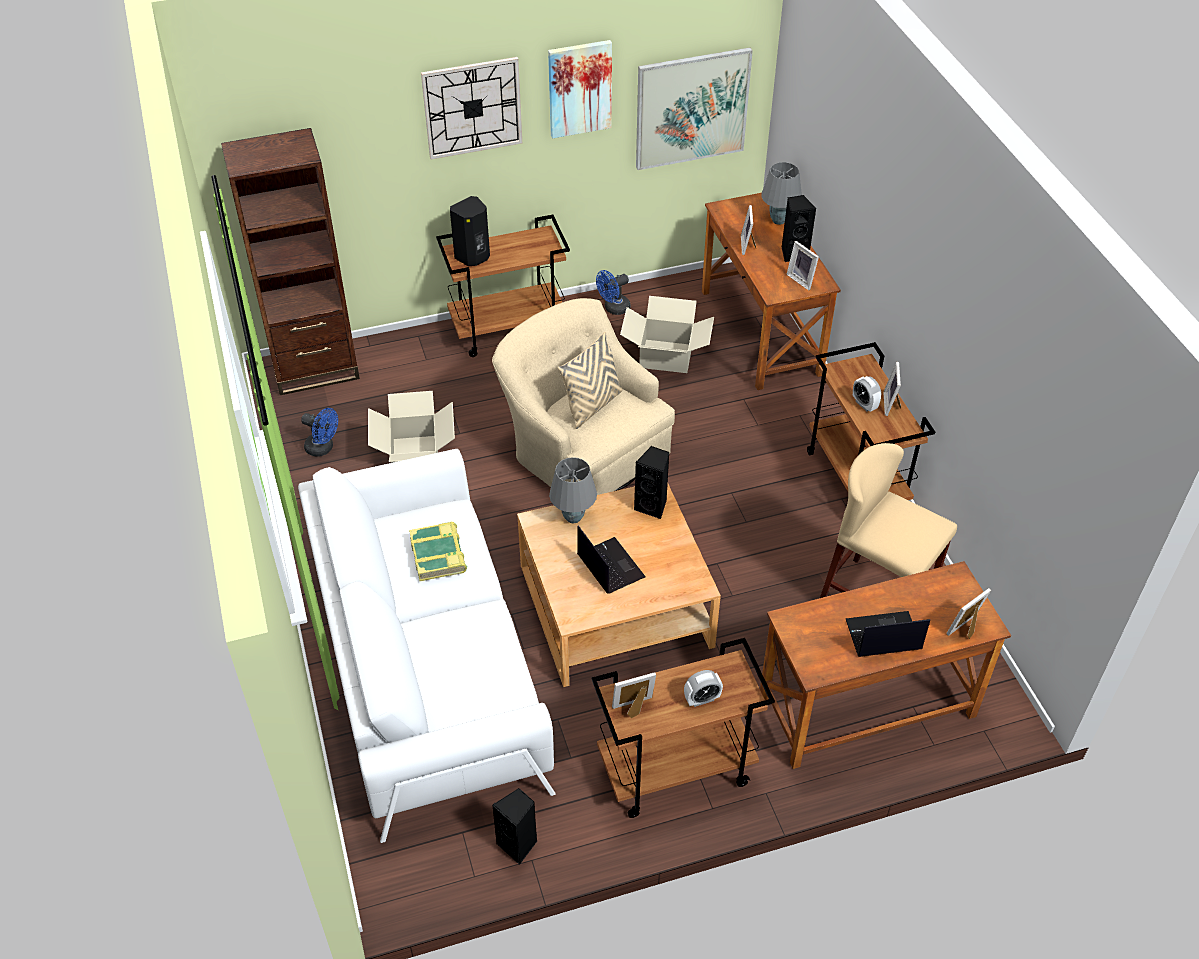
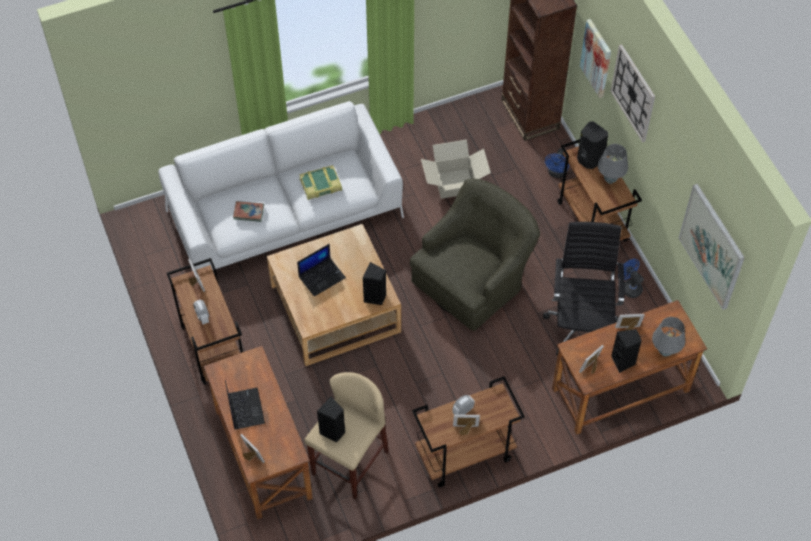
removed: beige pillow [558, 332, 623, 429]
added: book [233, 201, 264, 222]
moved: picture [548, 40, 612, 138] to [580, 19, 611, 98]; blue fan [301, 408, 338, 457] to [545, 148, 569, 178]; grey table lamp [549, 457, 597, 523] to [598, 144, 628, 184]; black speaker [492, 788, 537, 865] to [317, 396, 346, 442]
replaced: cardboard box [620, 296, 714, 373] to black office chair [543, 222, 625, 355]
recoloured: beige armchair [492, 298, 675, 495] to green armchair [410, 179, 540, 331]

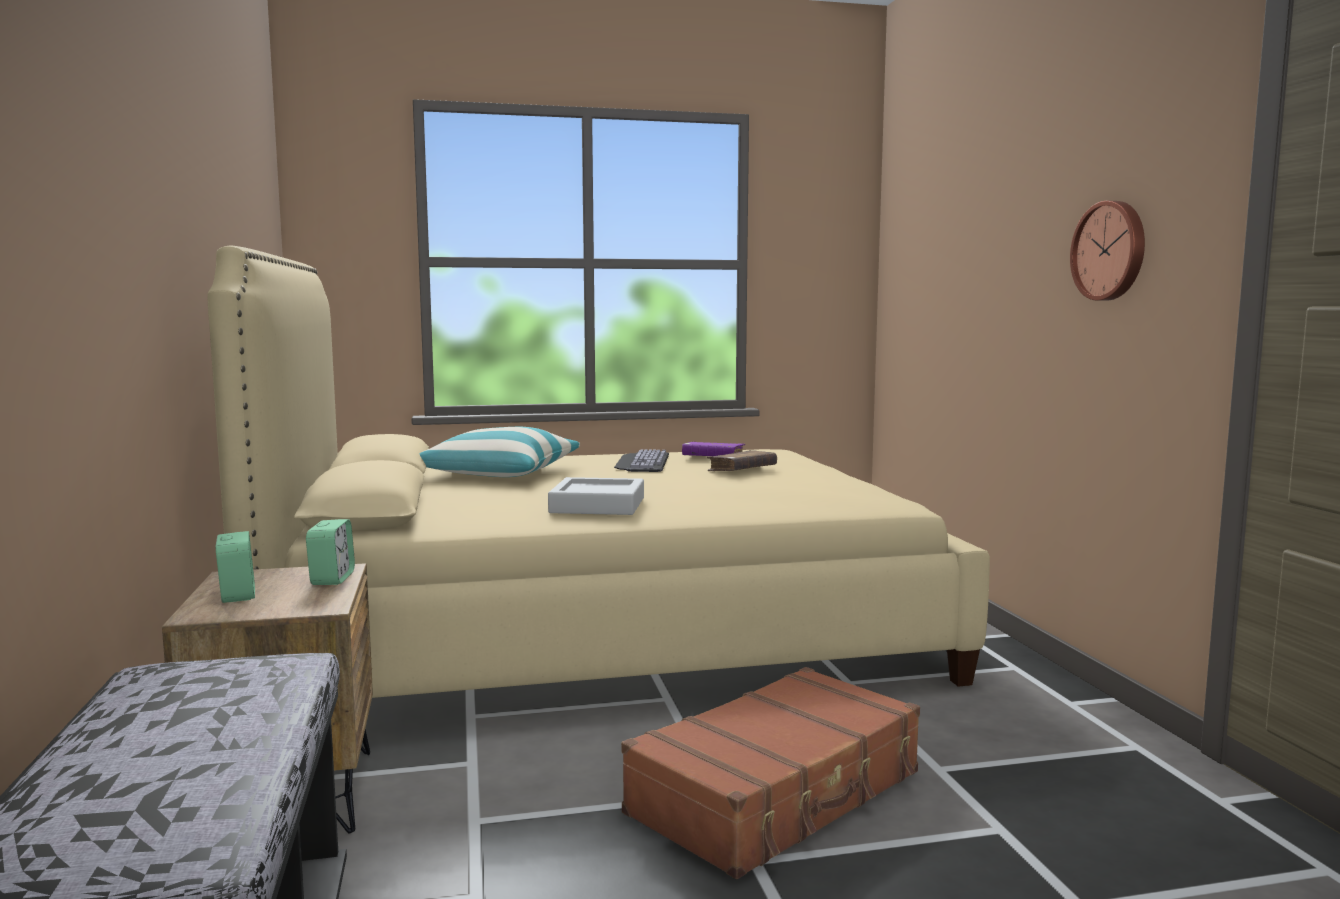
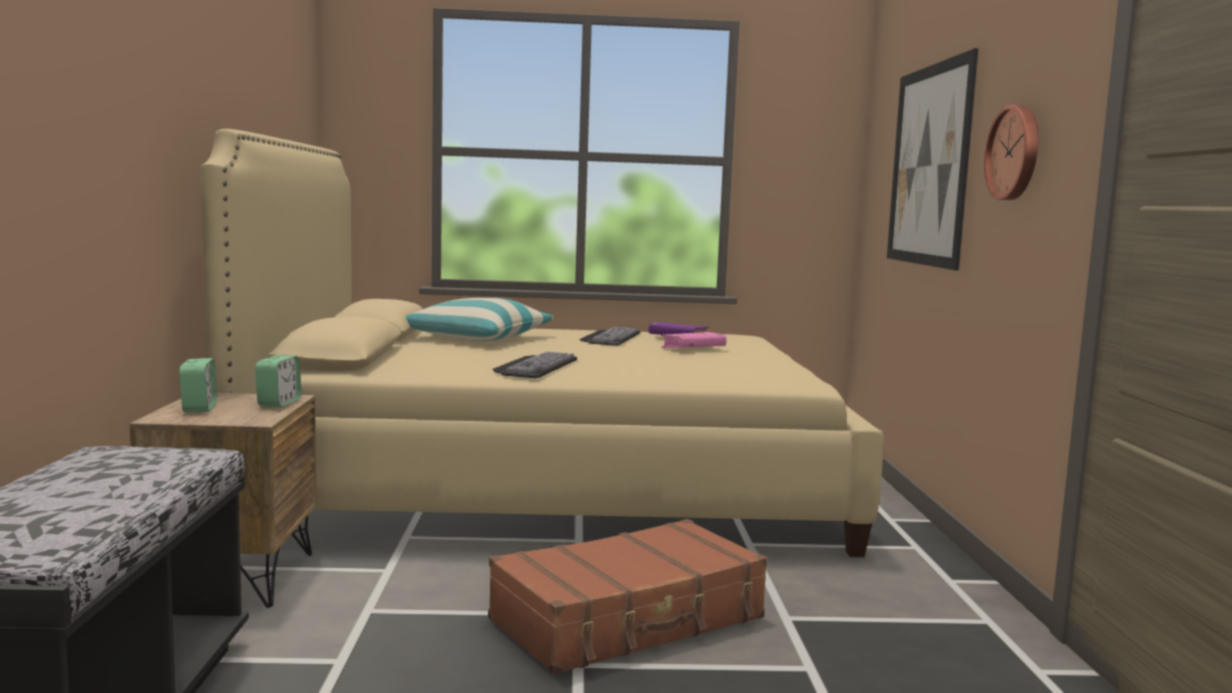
added: picture [887, 48, 978, 271]
replaced: grey tray [548, 477, 644, 515] to keyboard [493, 352, 577, 378]
recoloured: brown book [707, 450, 777, 471] to pink book [661, 332, 727, 348]

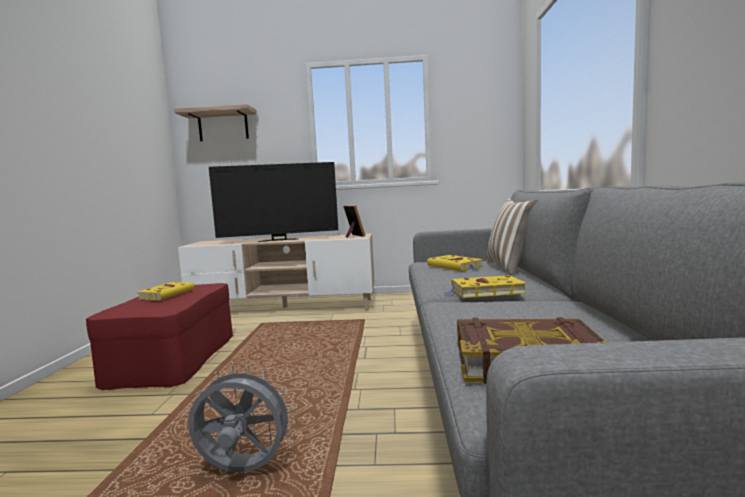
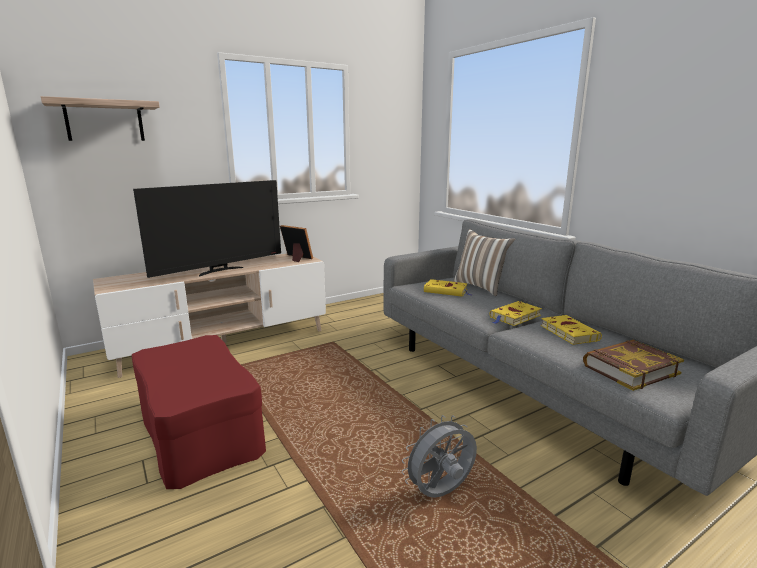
moved: yellow book [138, 282, 195, 300] to [540, 315, 602, 345]

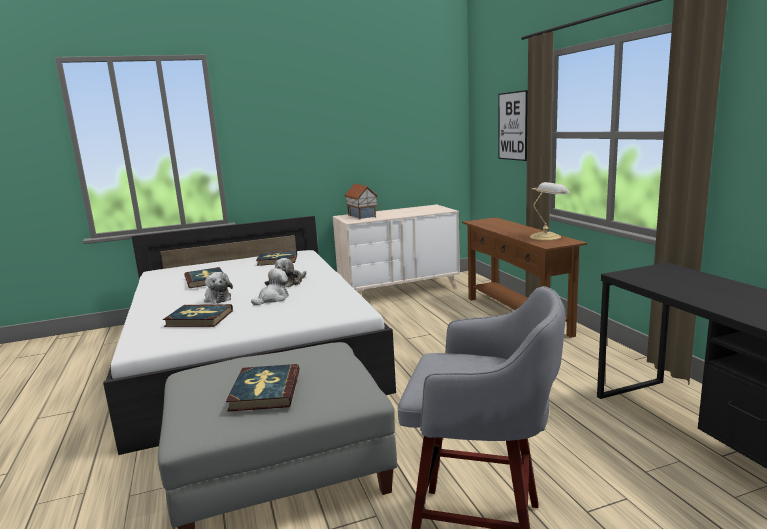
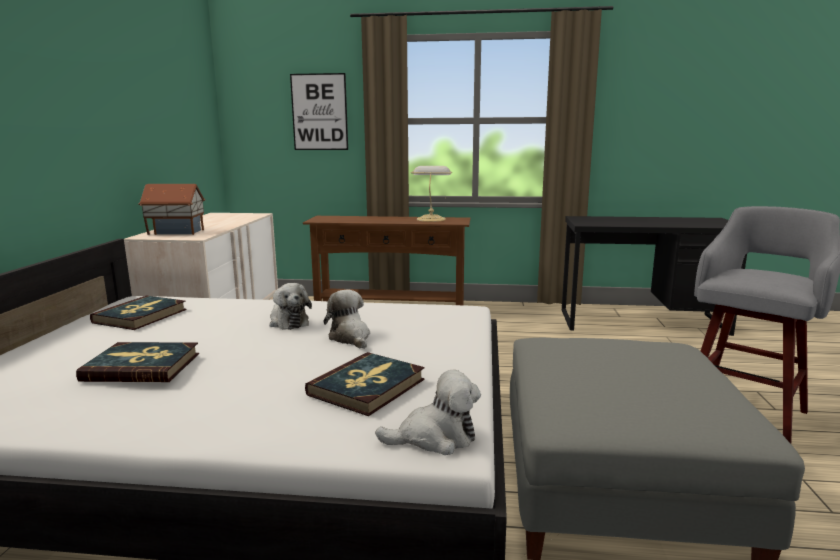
removed: book [226, 364, 300, 412]
moved: plush toy [204, 272, 233, 304] to [375, 370, 481, 455]

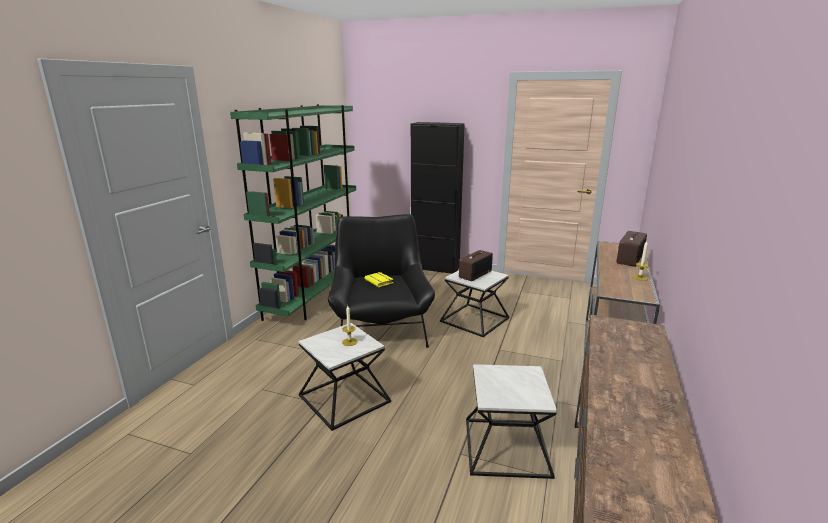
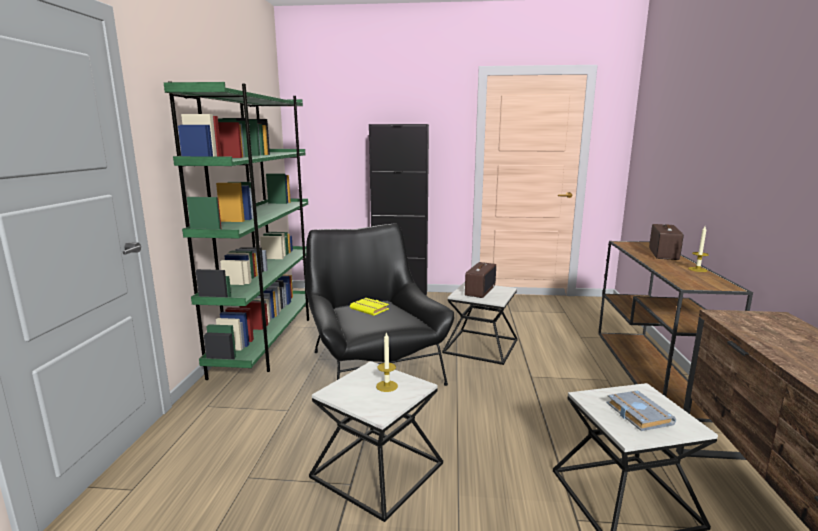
added: grey book [607, 390, 676, 431]

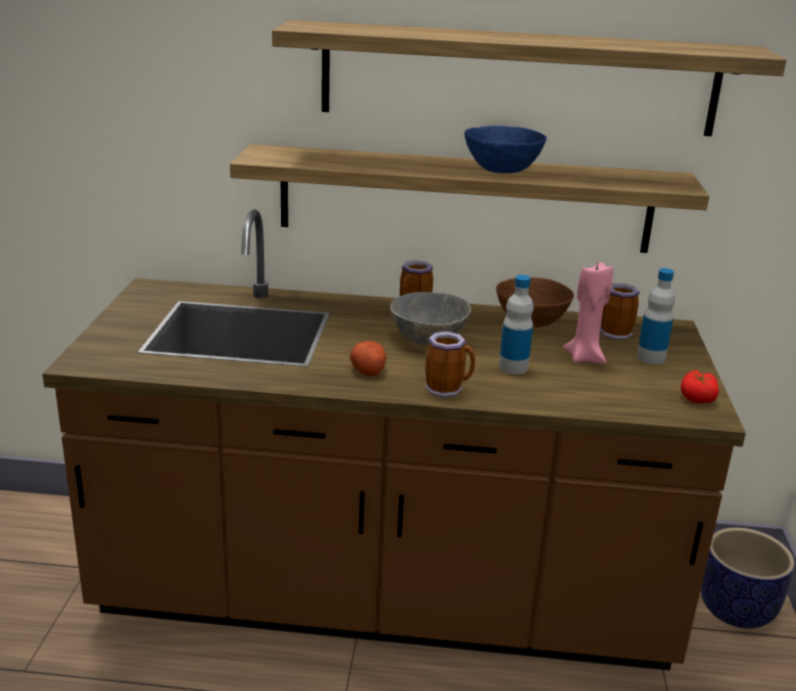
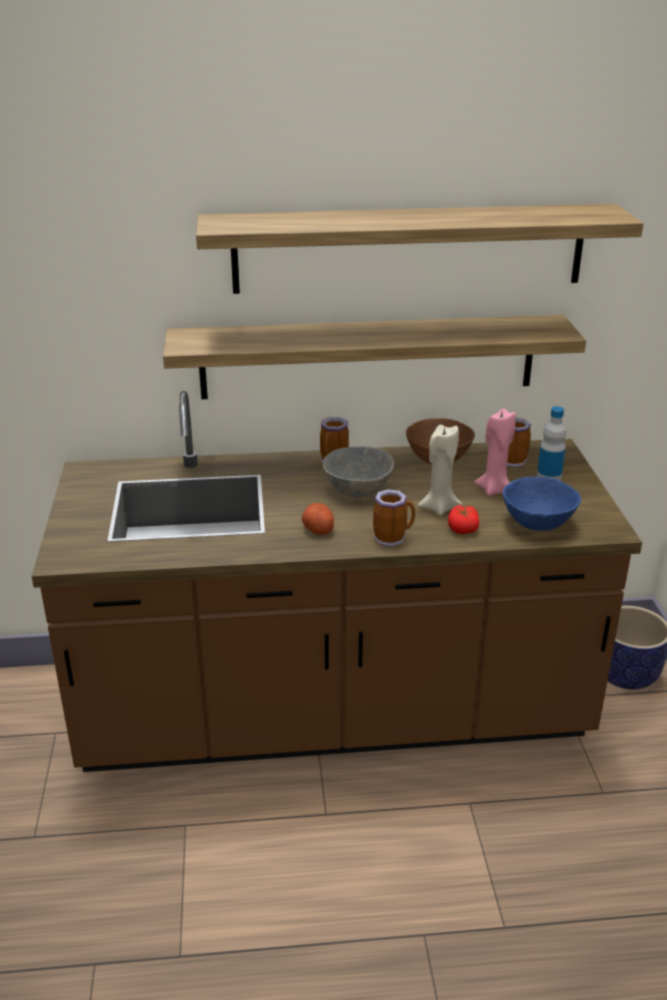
moved: blue bowl [464, 126, 547, 173] to [503, 477, 581, 531]; tomato [681, 370, 719, 404] to [448, 505, 479, 534]
replaced: bottle [499, 275, 534, 374] to beige candle [418, 425, 463, 516]

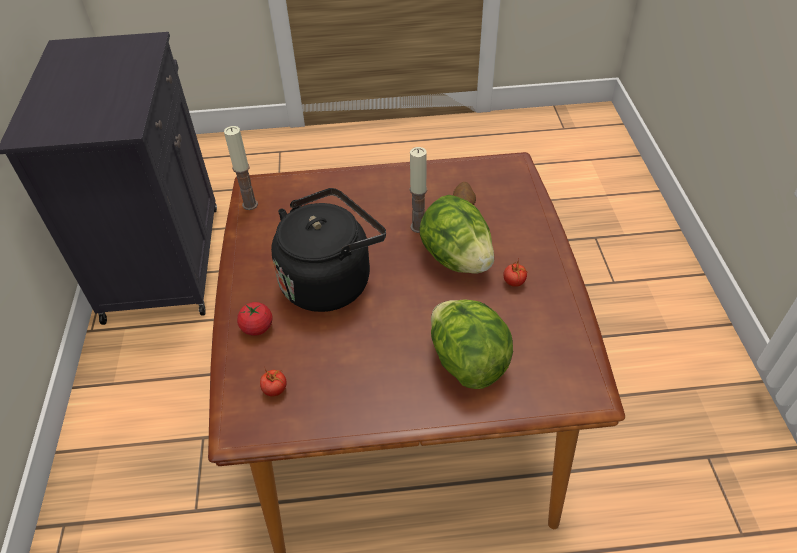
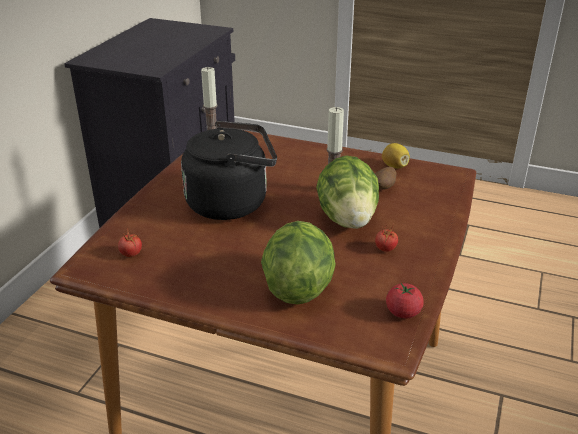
added: lemon [382, 143, 410, 168]
moved: tomato [237, 302, 273, 336] to [386, 282, 424, 318]

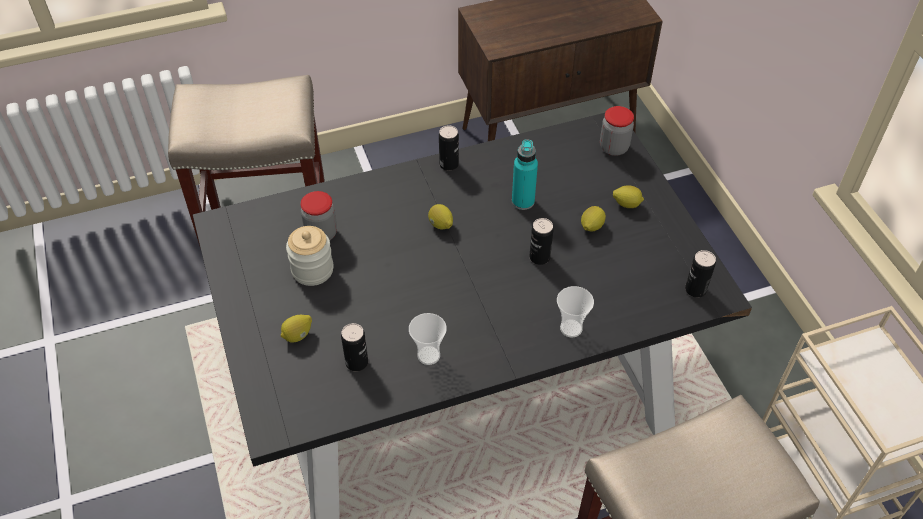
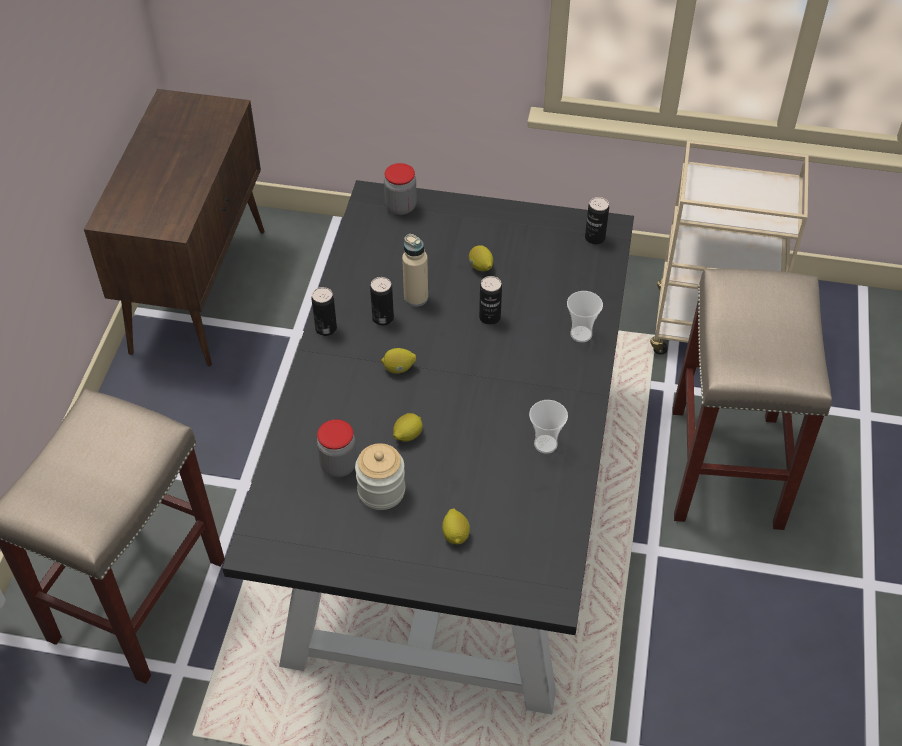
moved: lemon [613, 185, 644, 208] to [393, 413, 423, 442]; can [341, 323, 368, 371] to [370, 277, 394, 326]
recoloured: turquoise bottle [512, 139, 538, 210] to beige bottle [402, 234, 428, 307]

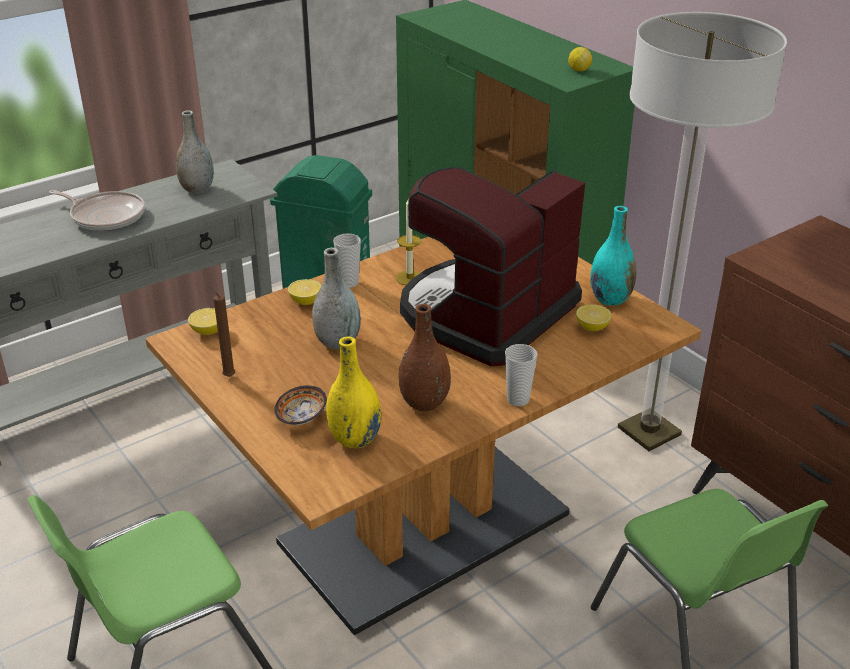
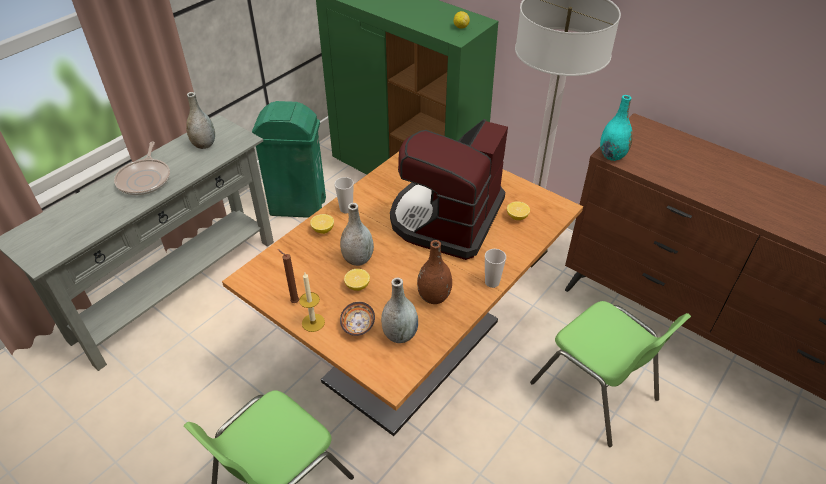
moved: candle [396, 198, 421, 285] to [299, 273, 325, 332]; turquoise vase [590, 206, 637, 306] to [600, 95, 633, 161]; lemon [188, 308, 218, 335] to [344, 269, 370, 291]
recoloured: yellow vase [326, 336, 381, 448] to grey vase [381, 278, 418, 343]
turned: frying pan [49, 190, 145, 231] = [114, 142, 170, 195] 75 degrees clockwise

